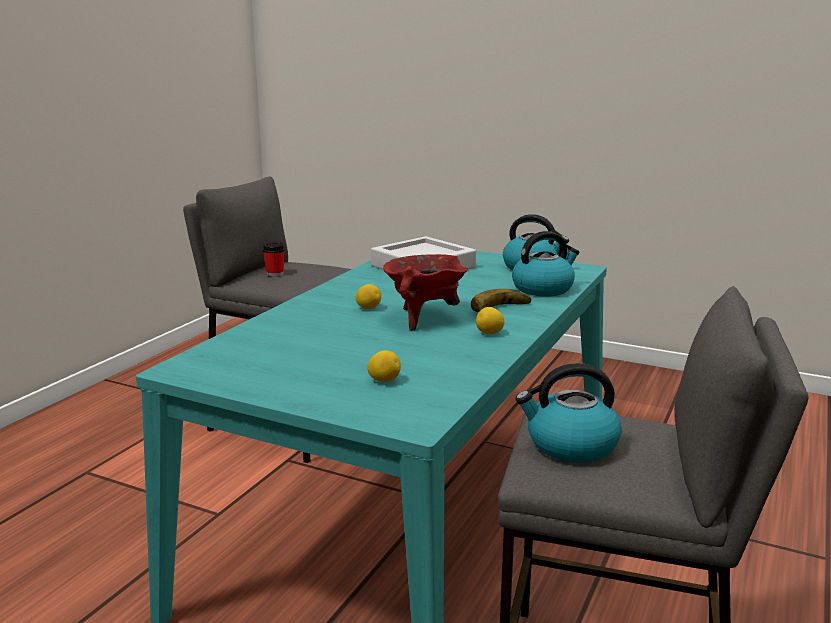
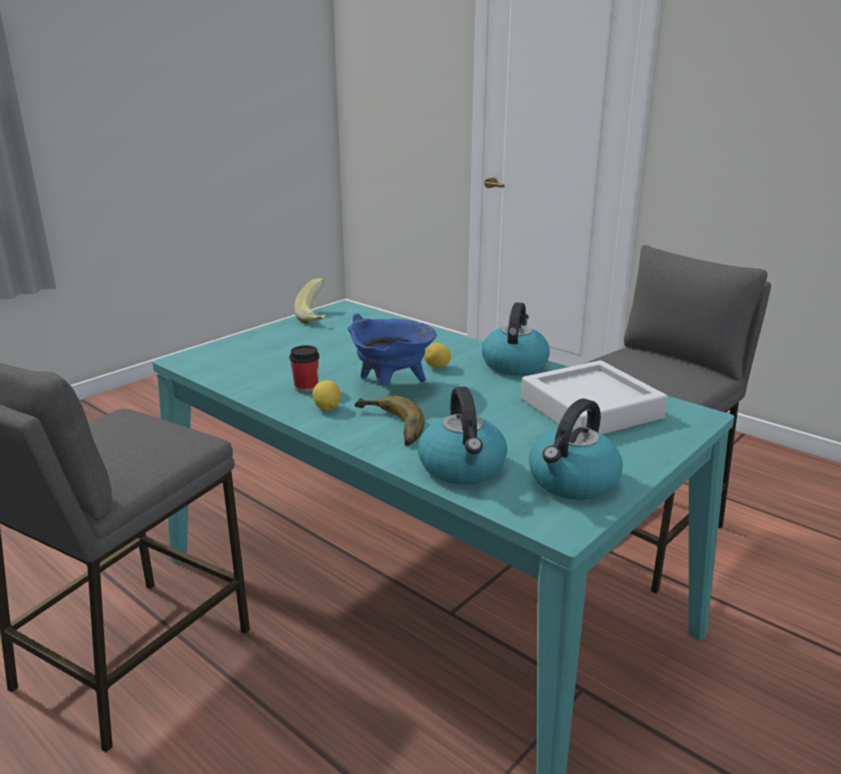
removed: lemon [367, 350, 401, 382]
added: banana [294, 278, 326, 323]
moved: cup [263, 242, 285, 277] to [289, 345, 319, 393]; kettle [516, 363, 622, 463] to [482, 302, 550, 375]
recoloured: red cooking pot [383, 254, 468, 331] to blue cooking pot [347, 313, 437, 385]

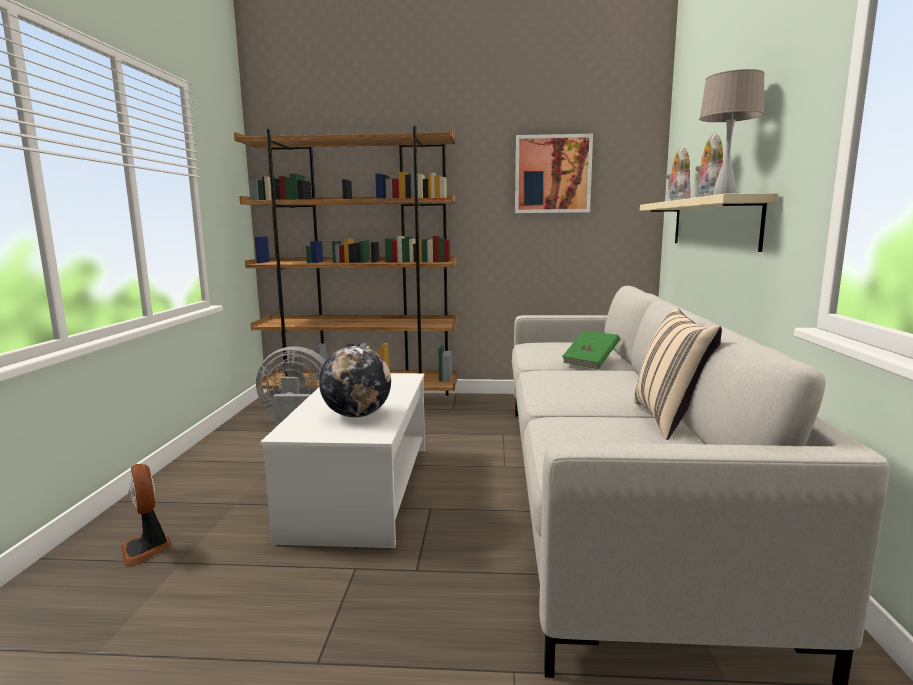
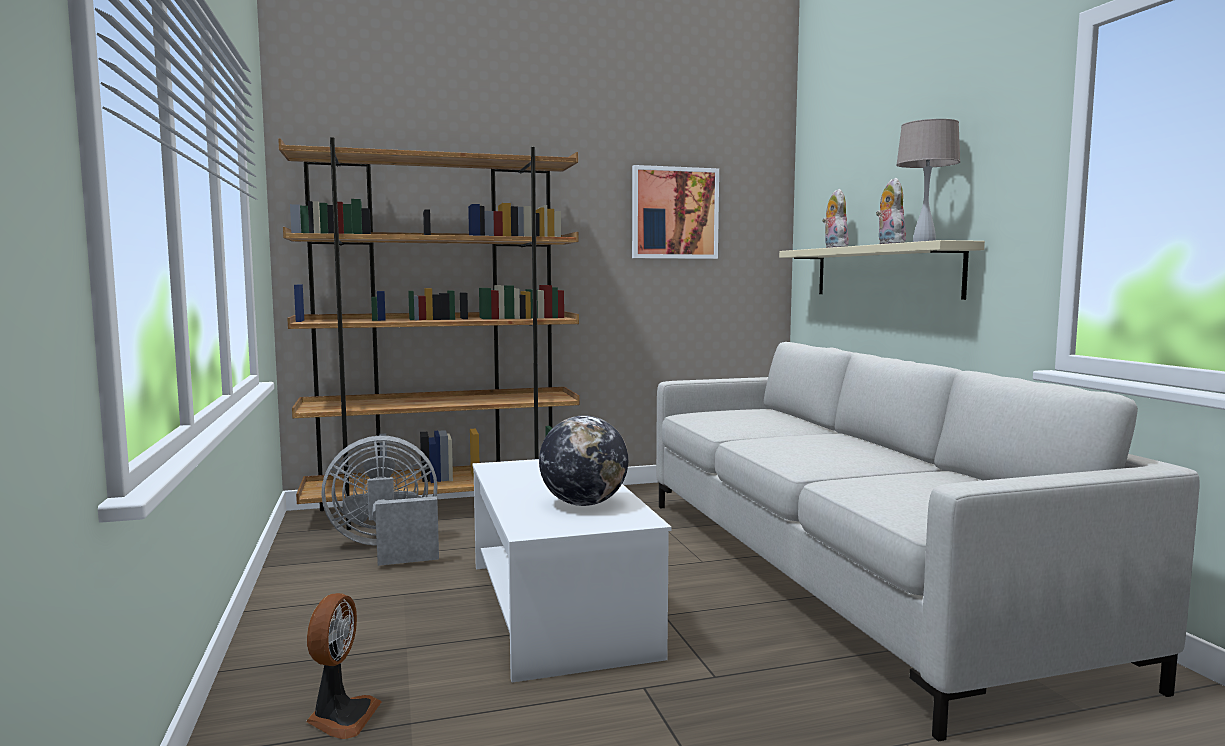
removed: beige pillow [634, 308, 722, 440]; green book [562, 330, 620, 369]
turned: fan [121, 464, 171, 566] = [306, 593, 382, 739] 120 degrees counterclockwise

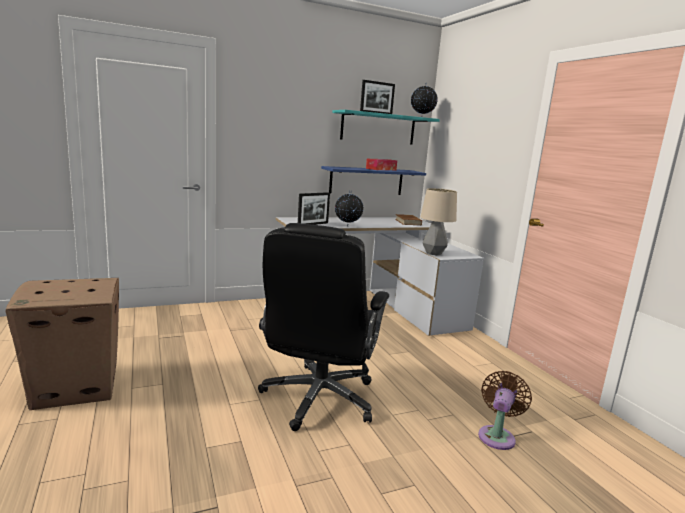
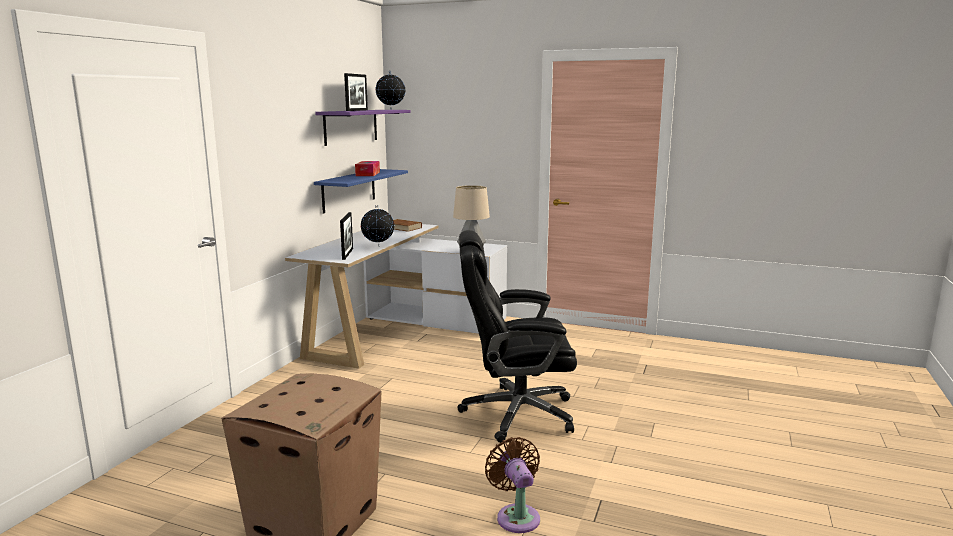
moved: brown fan [478, 371, 532, 450] to [485, 437, 540, 533]
recoloured: turquoise shelf [332, 110, 440, 145] to purple shelf [315, 110, 411, 146]
turned: black office chair [258, 223, 389, 431] = [457, 230, 577, 443] 120 degrees clockwise

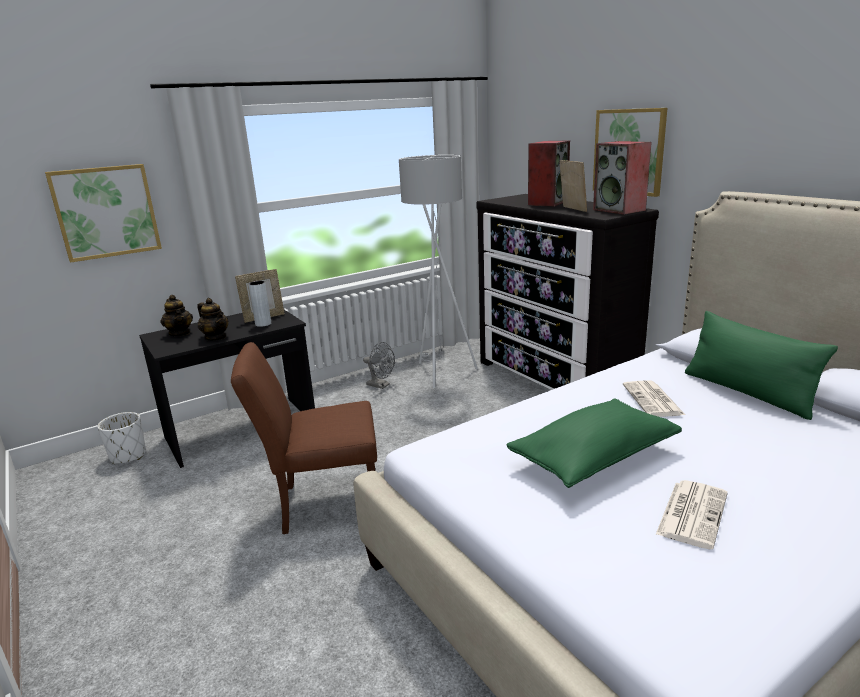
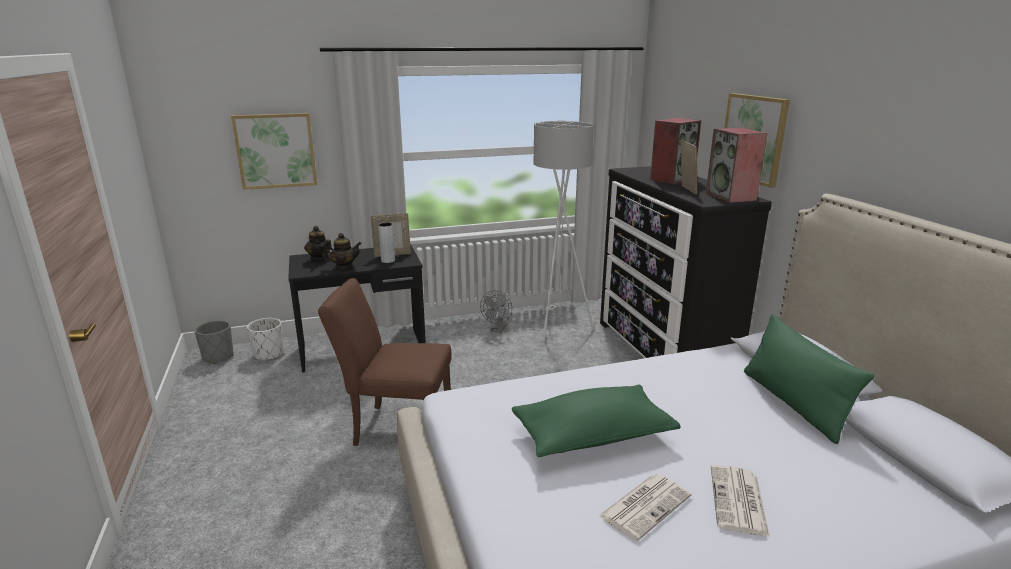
added: grey planter [194, 320, 233, 364]
moved: newspaper [623, 381, 685, 417] to [711, 465, 770, 537]
turned: teapot [197, 298, 228, 341] = [322, 233, 362, 270] 60 degrees counterclockwise; grey fan [363, 342, 395, 389] = [480, 291, 512, 333] 60 degrees clockwise

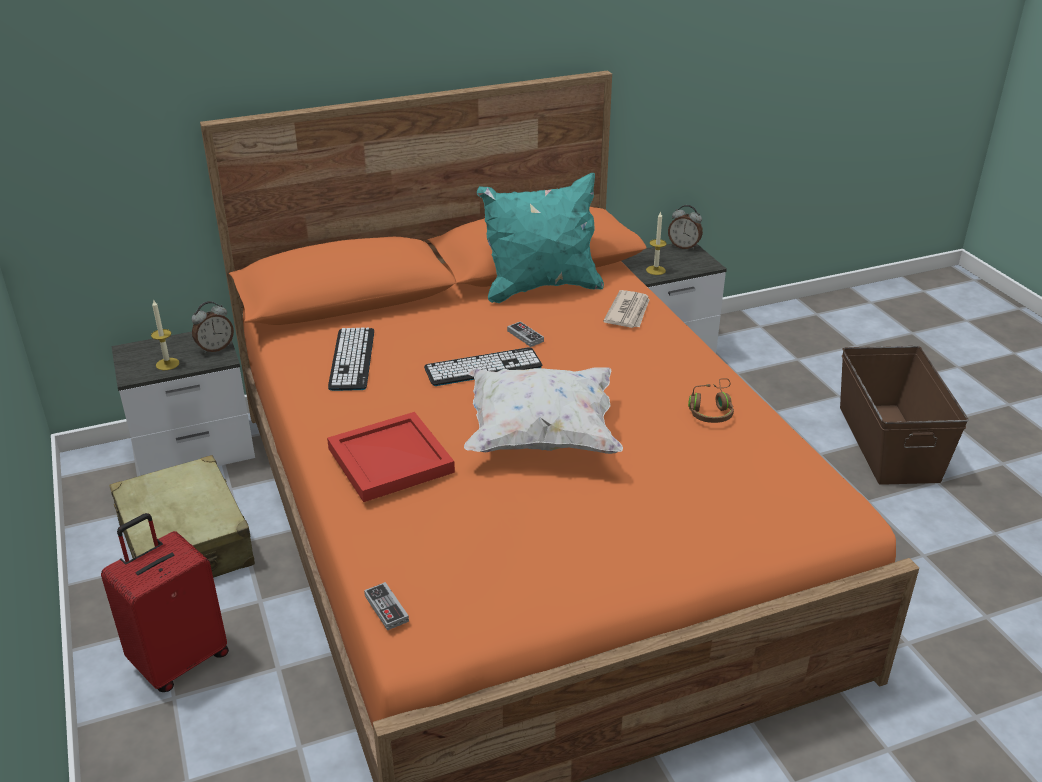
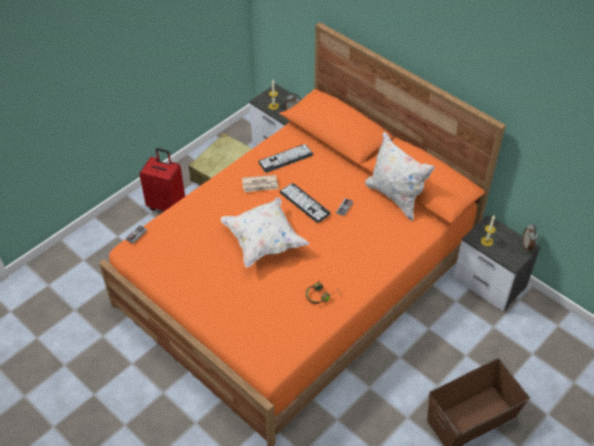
removed: red tray [327, 412, 455, 502]
moved: newspaper [603, 290, 650, 328] to [242, 175, 279, 192]
recoloured: turquoise pillow [477, 173, 604, 303] to white pillow [365, 132, 435, 221]

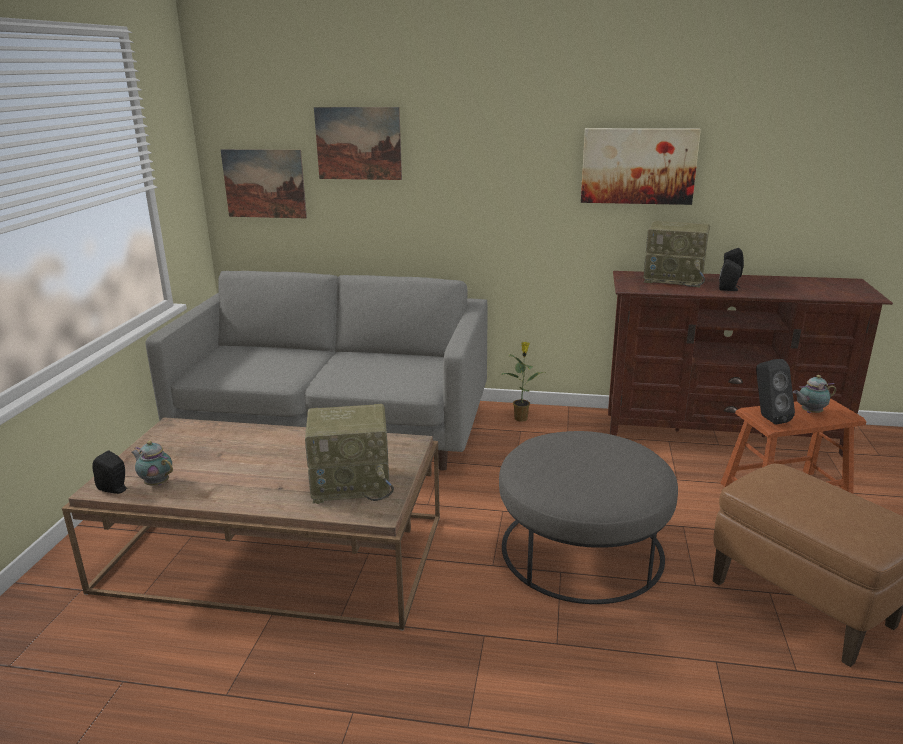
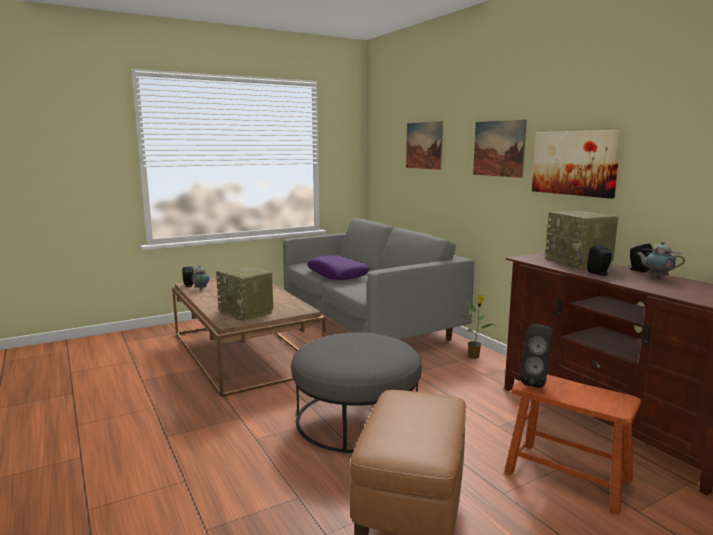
added: purple pillow [307, 255, 369, 280]
moved: picture [221, 149, 307, 218] to [473, 119, 527, 178]; teapot [793, 375, 836, 413] to [636, 241, 685, 278]

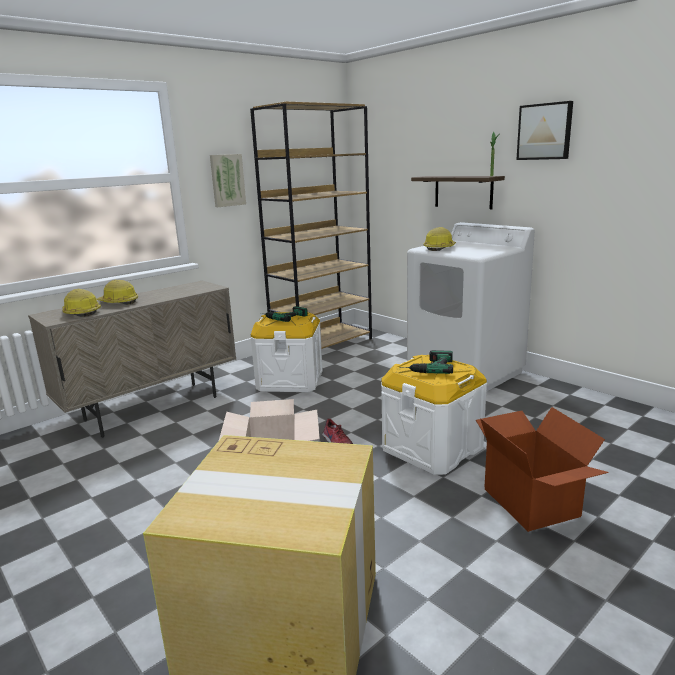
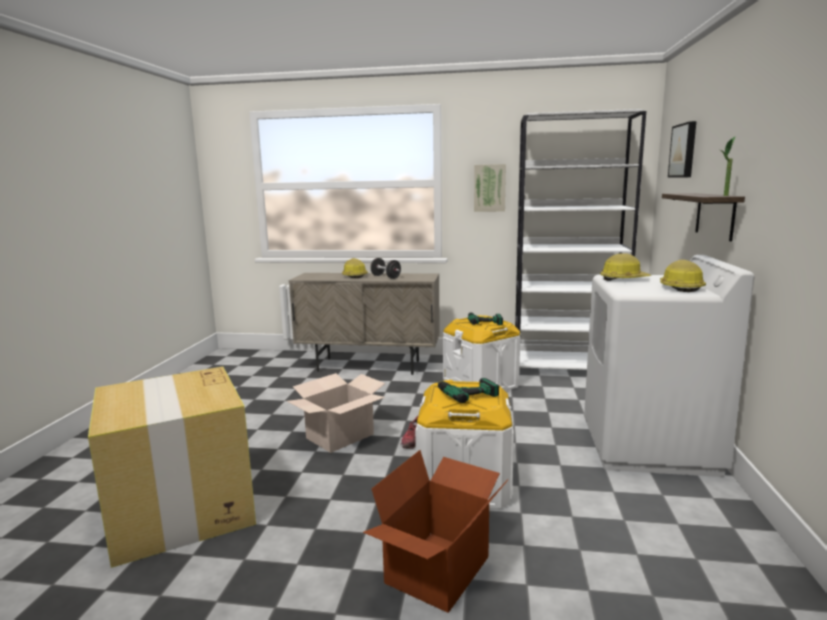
added: black dumbbell [370, 258, 401, 279]
moved: picture [516, 101, 573, 160] to [668, 121, 697, 178]; hard hat [62, 289, 101, 317] to [660, 260, 706, 292]
recoloured: brown bookcase [250, 101, 372, 349] to white bookcase [515, 109, 646, 370]

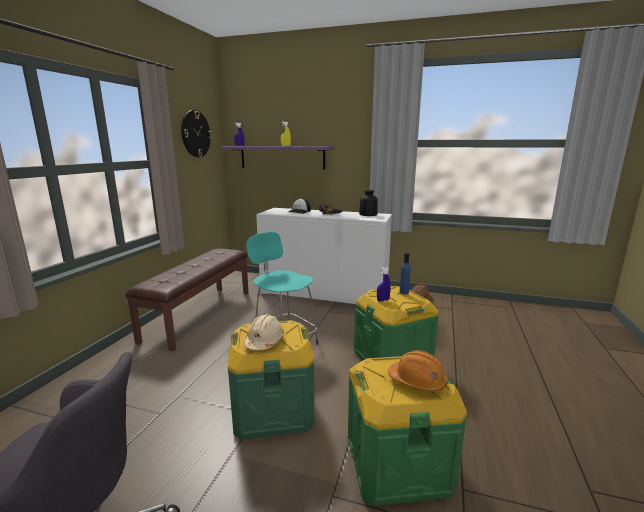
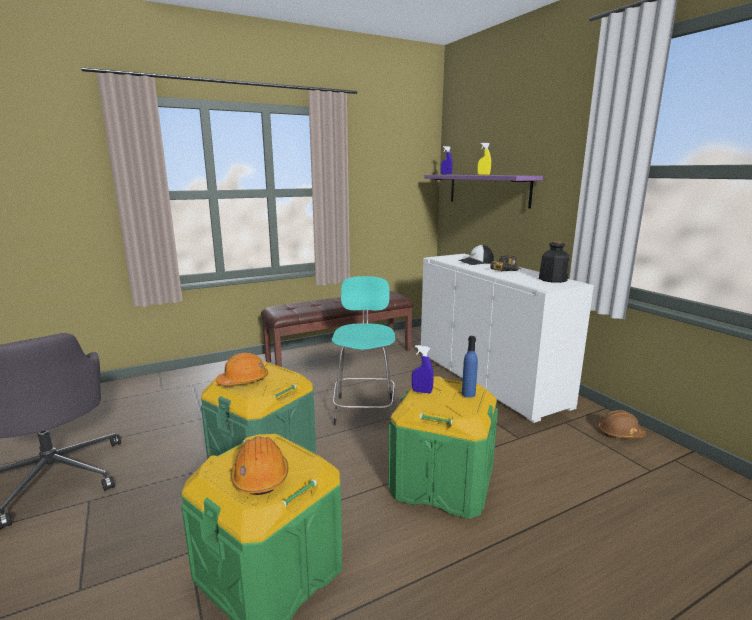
removed: wall clock [181, 110, 212, 157]
recoloured: beige hard hat [244, 314, 284, 350] to orange hard hat [216, 353, 268, 385]

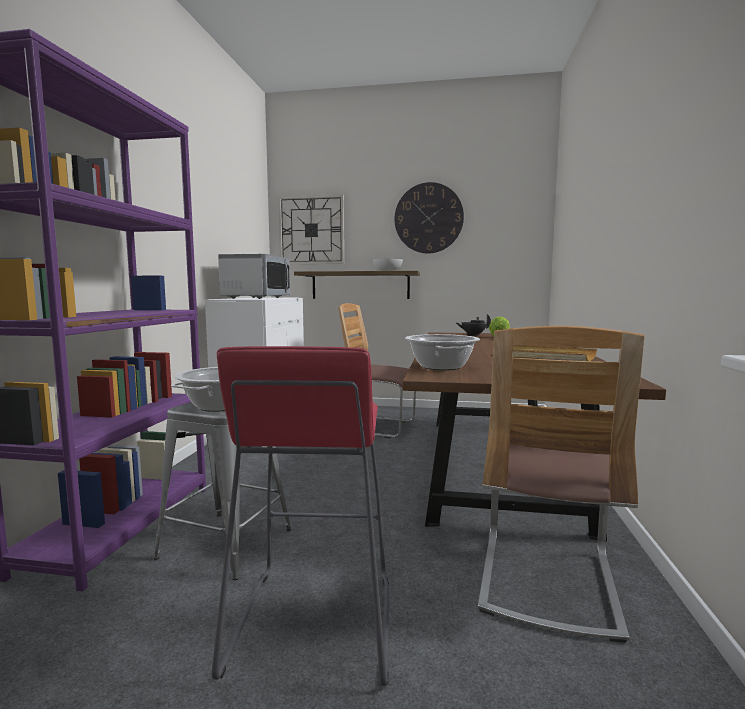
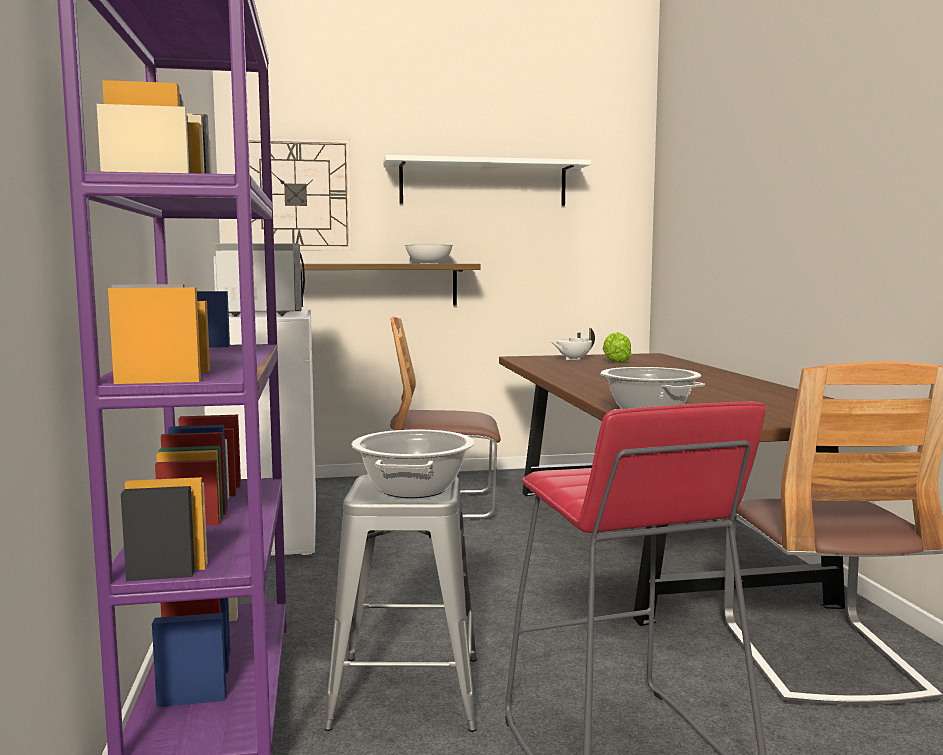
removed: beige tray [513, 345, 597, 361]
replaced: wall clock [395, 182, 464, 253] to white shelf [383, 155, 591, 206]
recoloured: black teapot [456, 314, 491, 336] to white teapot [551, 328, 595, 361]

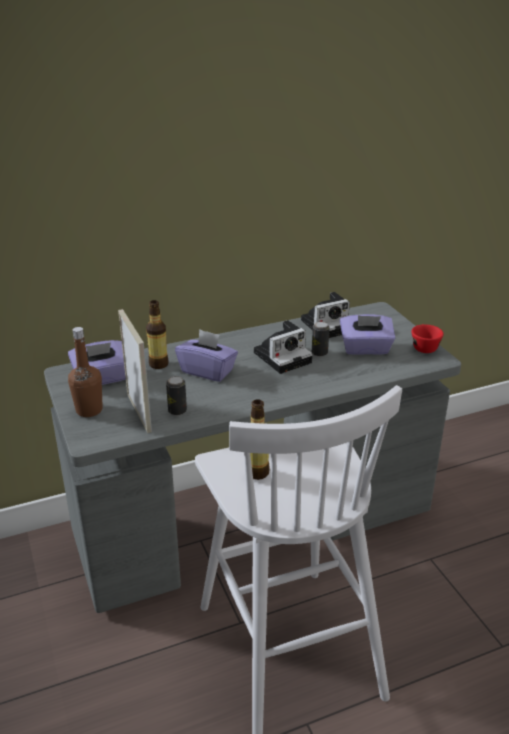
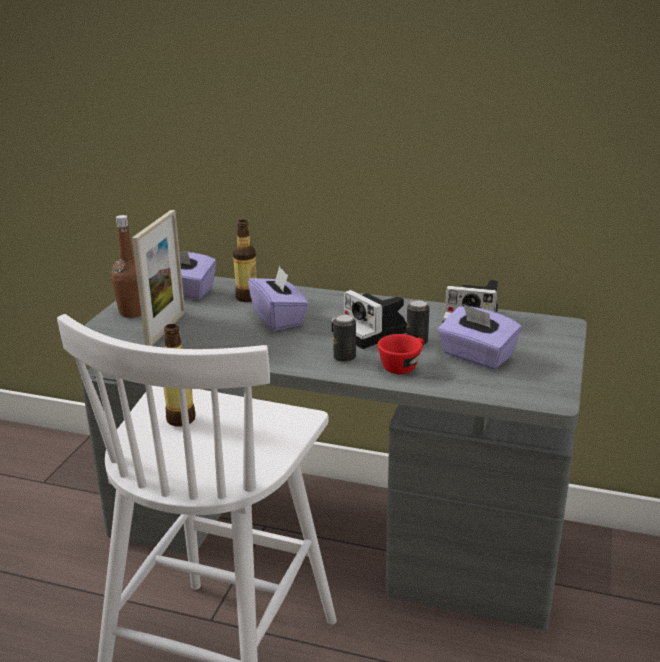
moved: red cup [411, 324, 444, 353] to [378, 334, 424, 374]; can [166, 376, 187, 416] to [333, 314, 356, 362]
turned: photo camera [254, 320, 313, 374] = [331, 290, 407, 349] 45 degrees clockwise

